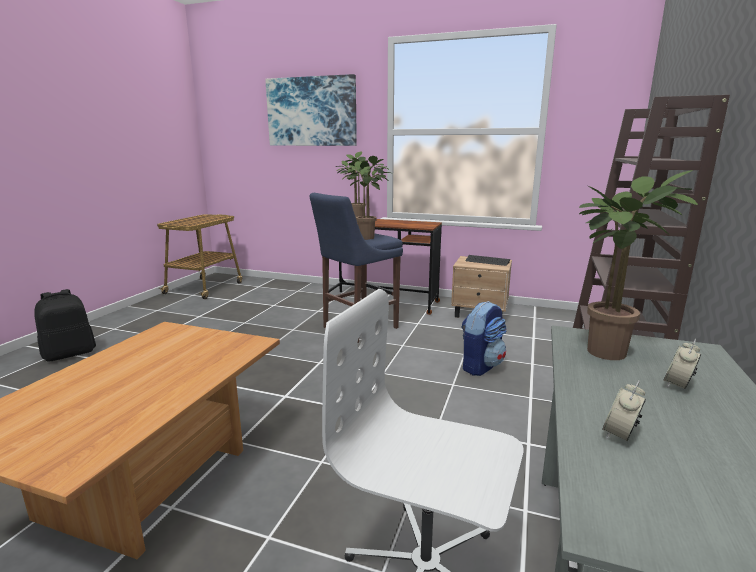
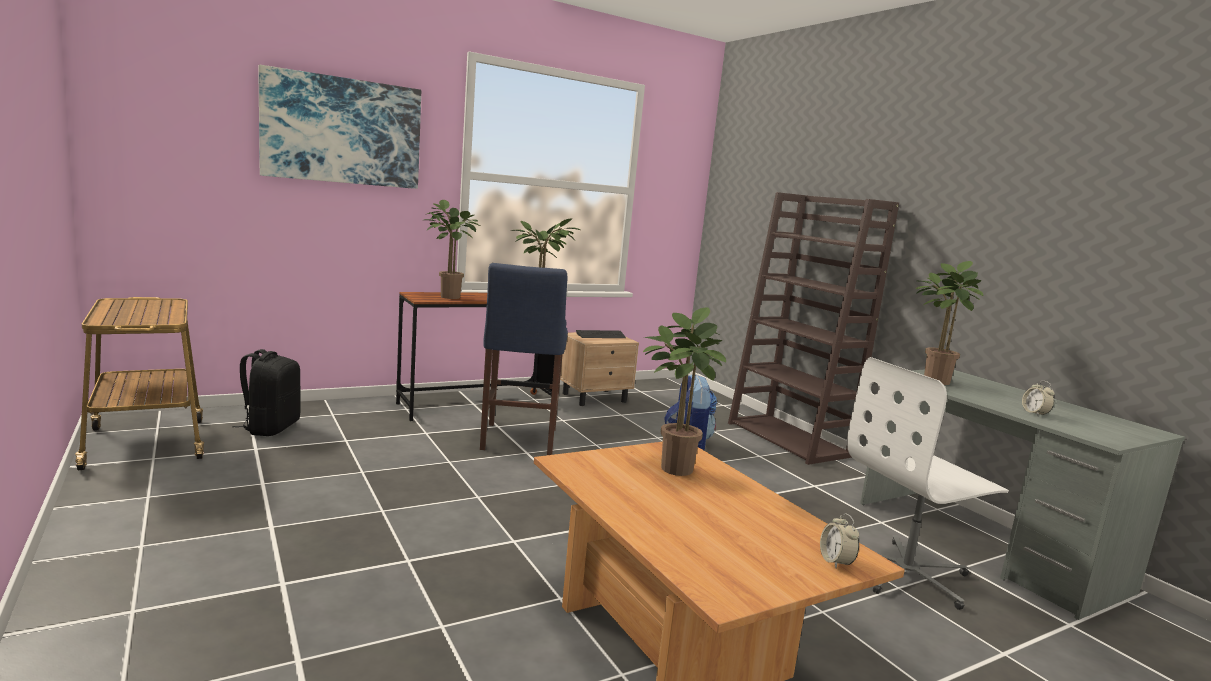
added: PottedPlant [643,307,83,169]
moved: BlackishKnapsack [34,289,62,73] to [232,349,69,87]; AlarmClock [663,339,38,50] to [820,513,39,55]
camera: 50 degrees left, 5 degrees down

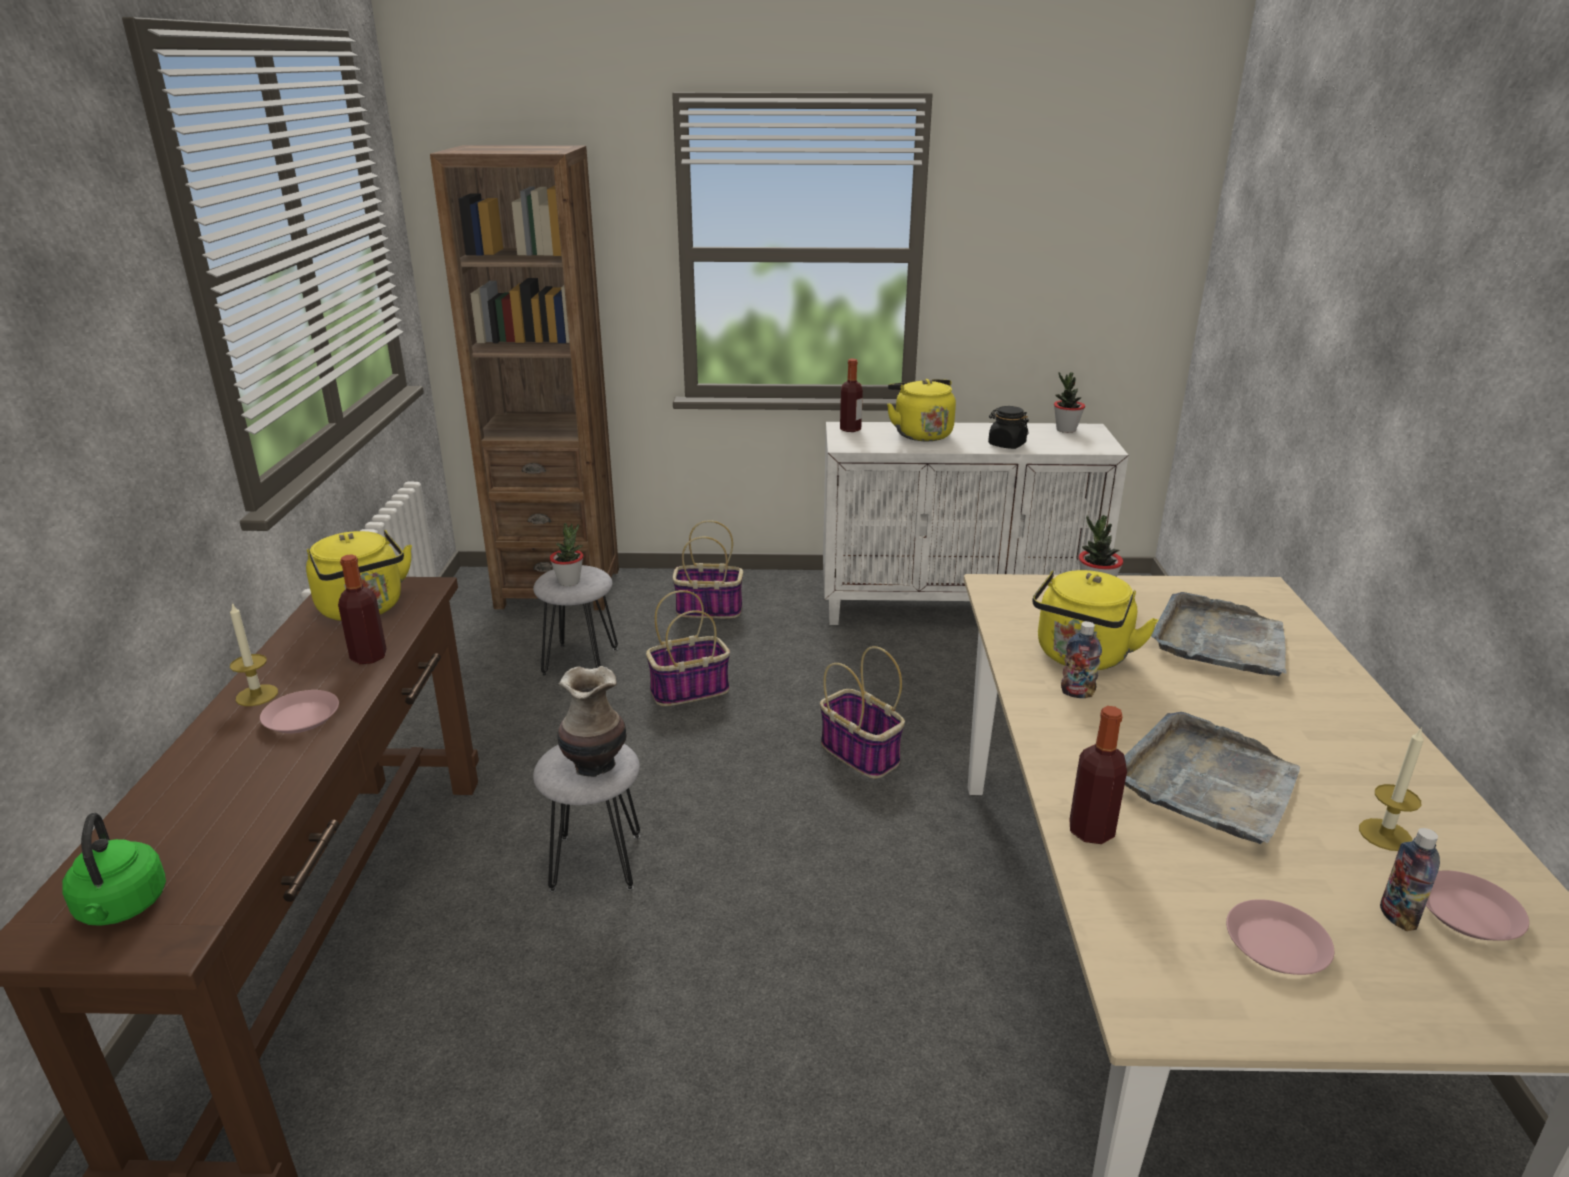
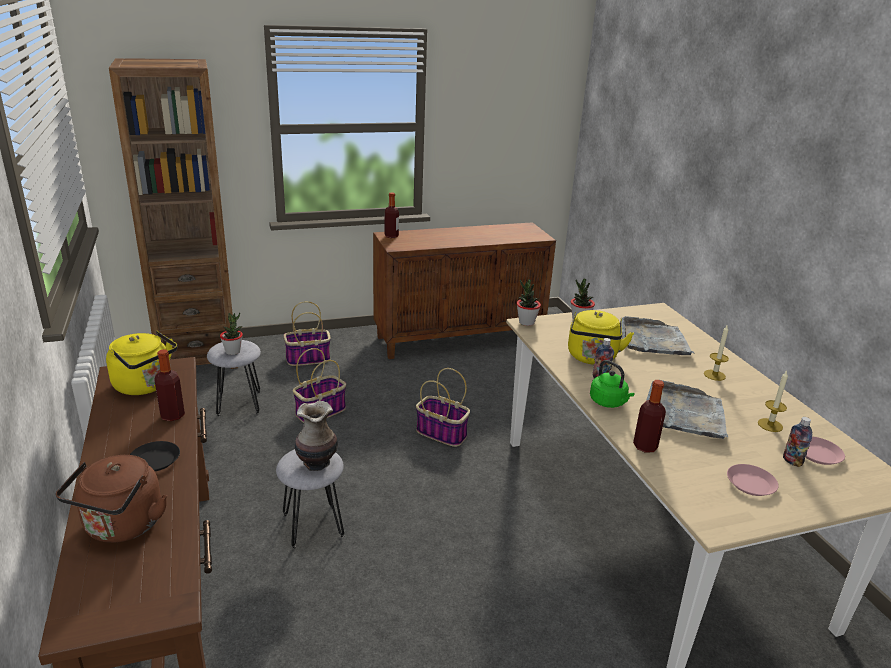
removed: YellowishKettle [887,379,69,62]; BlackishPreserveJar [988,406,41,43]
added: BrownKettle [55,455,112,88]
moved: PottedPlant [1054,372,31,61] to [517,279,24,47]; GreenColouredKettle [62,813,104,113] to [590,360,45,48]; WaxLight [230,602,48,104] to [704,324,25,57]
recoloured: PinkishFlatDish [260,690,79,43] to BlackishFlatDish [130,441,50,30]; WhiteCabinet [823,422,306,203] to BrownCabinet [373,222,183,137]
camera: 20 degrees left, 0 degrees up

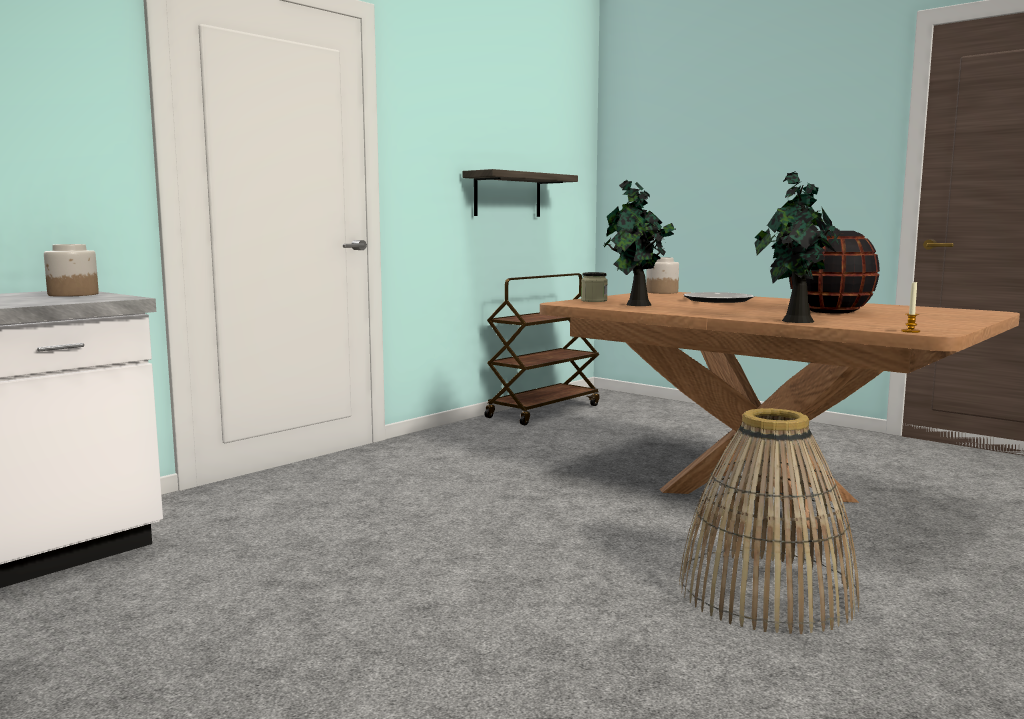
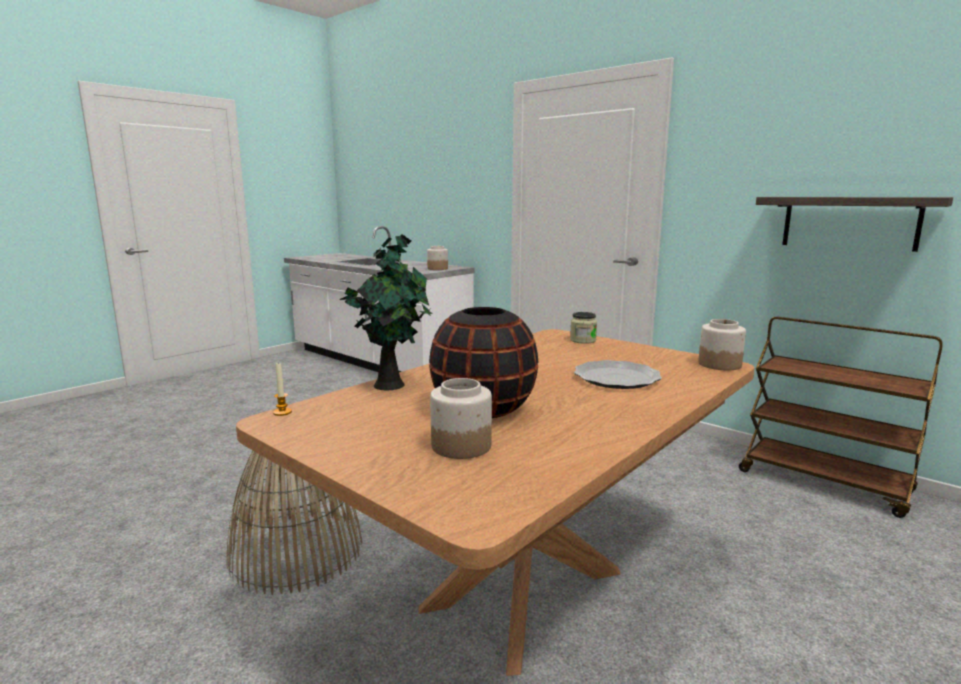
removed: PottedPlant [603,180,73,126]
added: PreserveJar [430,378,62,81]
camera: 90 degrees right, 5 degrees up

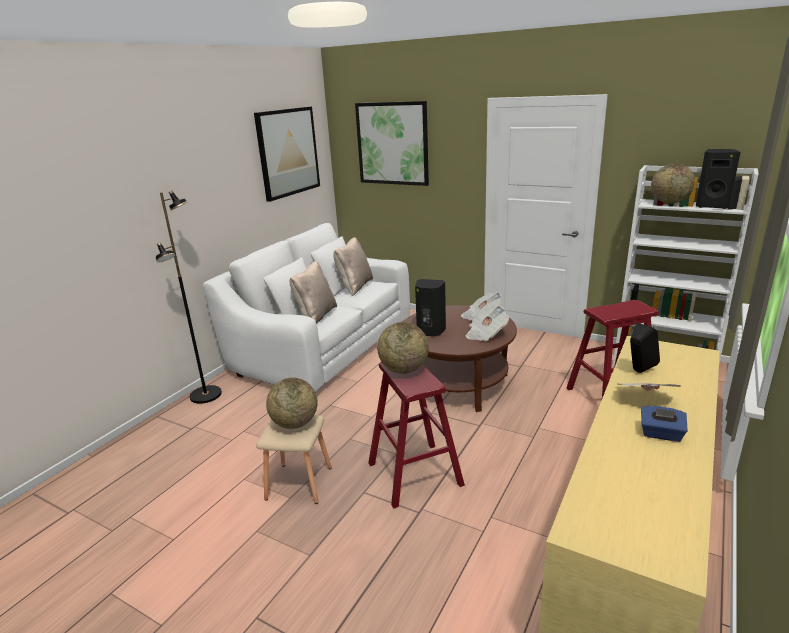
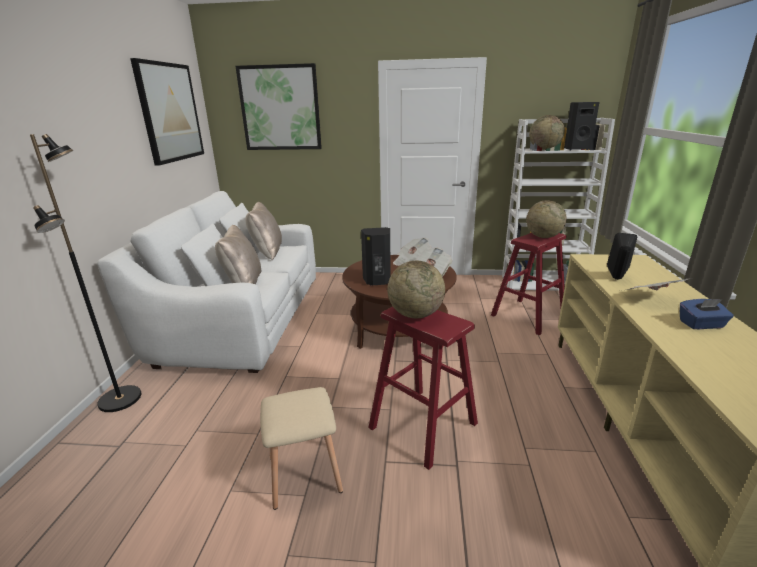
moved: DeskGlobe [266,378,52,51] to [526,200,41,38]
camera: 25 degrees left, 0 degrees up

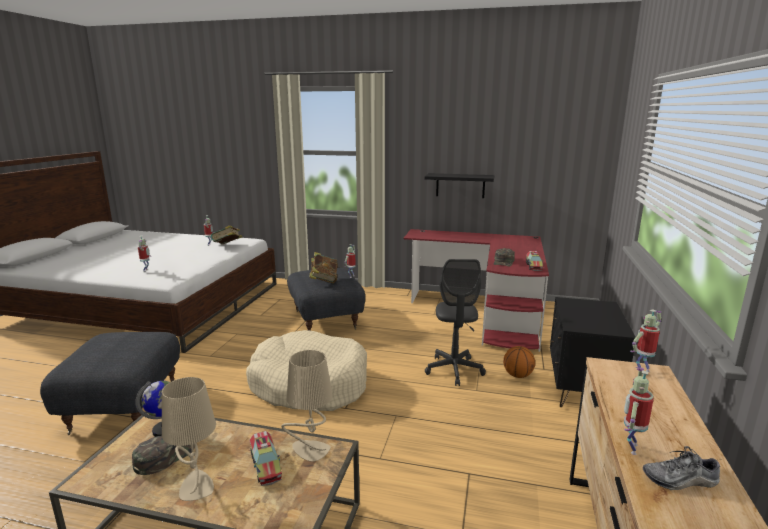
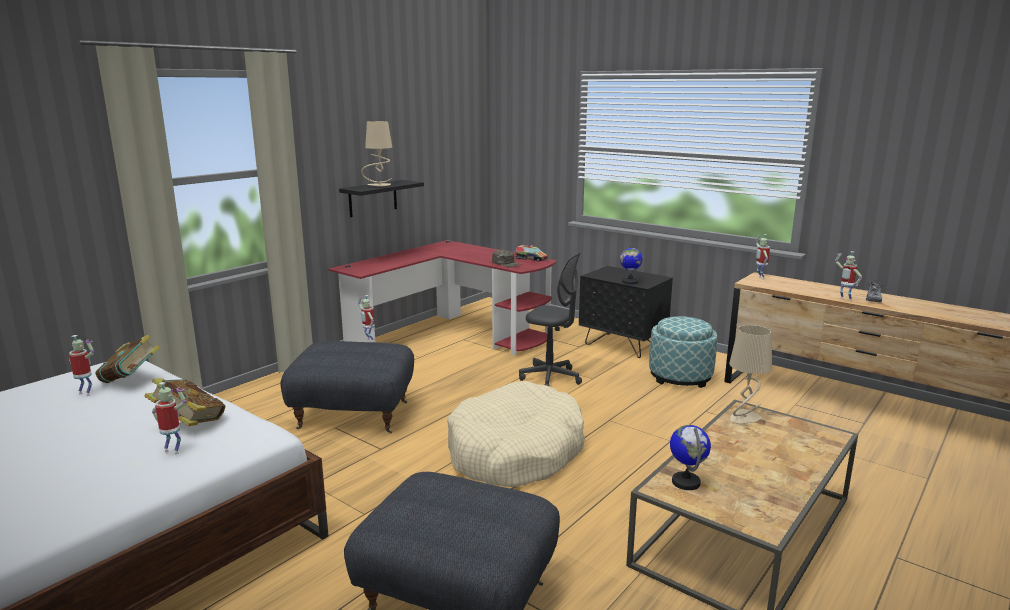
removed: GreenColouredBaseballCap [132,436,63,39]; ToyLorry [250,431,32,55]; BasketballBall [503,346,32,32]
added: DeskGlobe [620,245,22,39]; Footrest [649,316,69,72]
moved: BoundBook [309,252,29,31] to [144,378,82,48]; SandColouredTableLamp [162,377,54,124] to [361,121,31,66]
camera: 65 degrees left, 0 degrees up

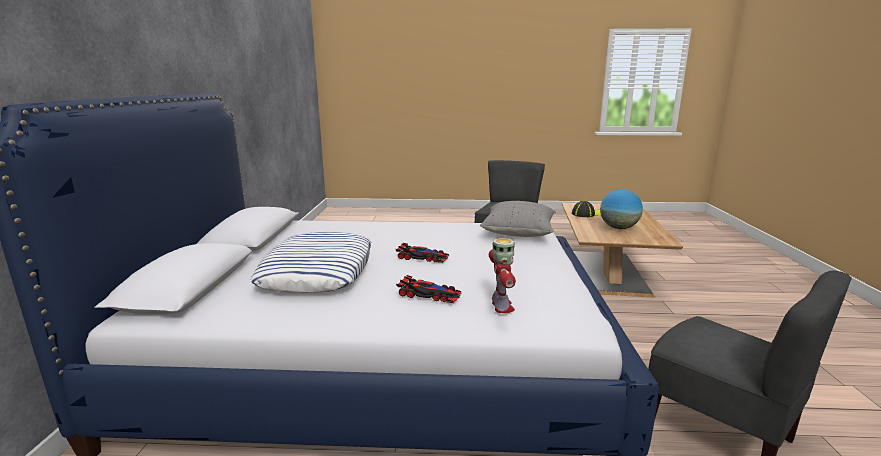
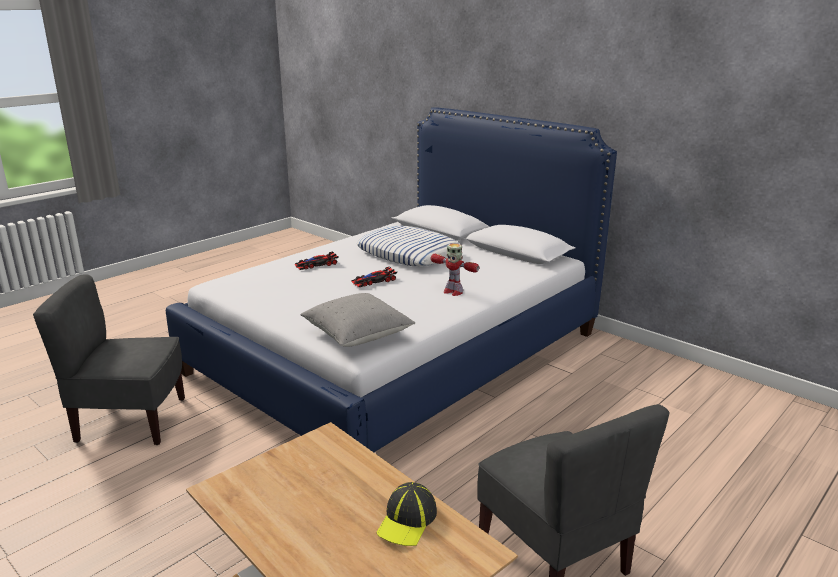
removed: DeskGlobe [600,189,43,40]
moved: ModelRobot [489,238,27,75] to [430,243,49,53]
camera: 130 degrees right, 5 degrees up

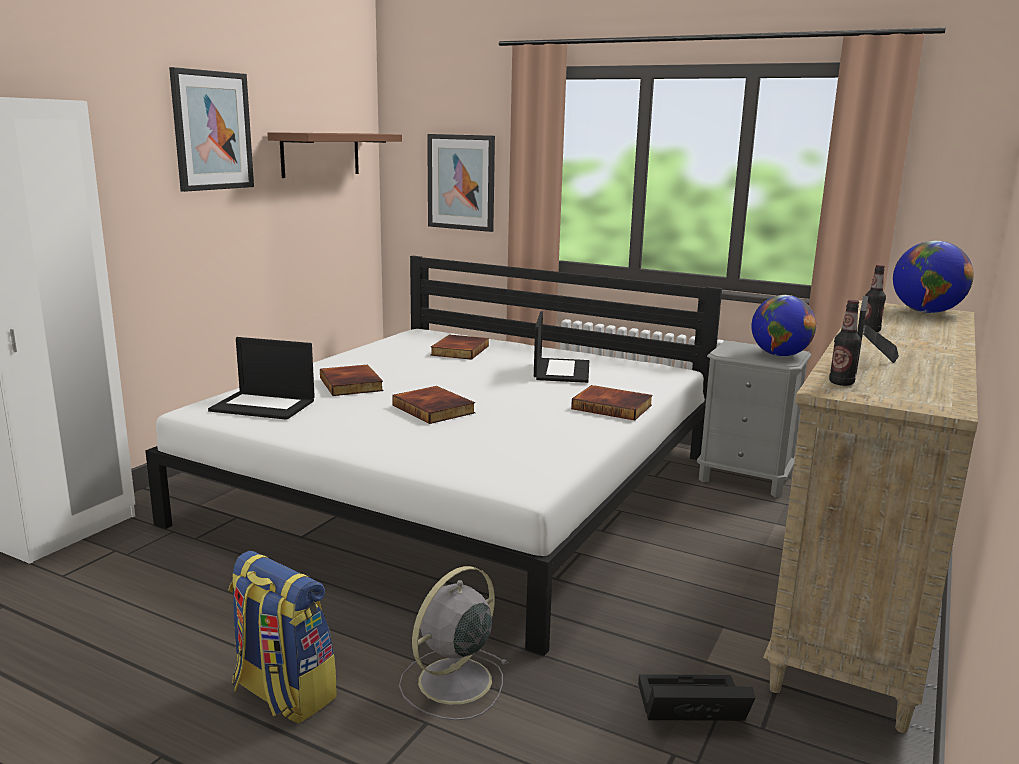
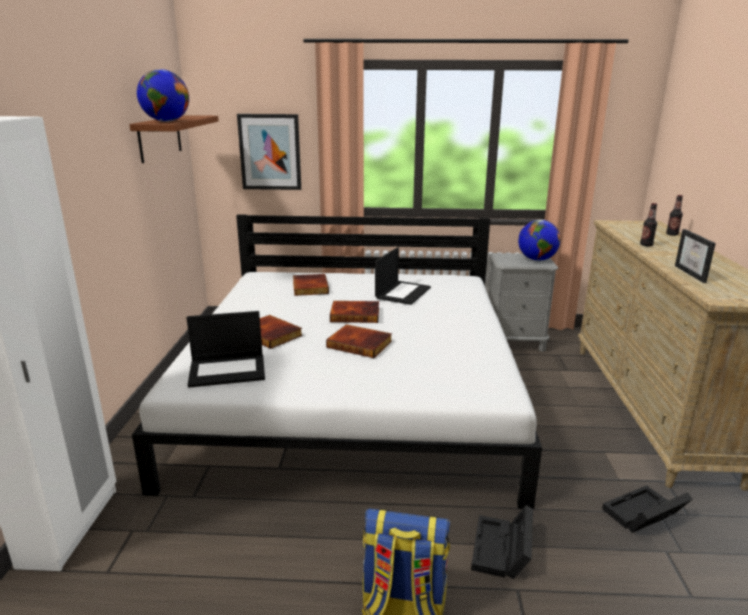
removed: Picture [169,67,85,125]
moved: DeskGlobe [893,241,81,72] to [137,69,52,53]; BoundBook [571,385,82,35] to [330,301,49,22]; DrinkBottle [829,300,32,86] to [666,195,17,41]
replaced: GrayFan [399,566,110,154] to BlackishStorageBin [471,505,62,74]
turned: PortableComputer [534,311,55,72] = [375,247,56,58] 45 degrees clockwise
camera: 25 degrees left, 5 degrees up

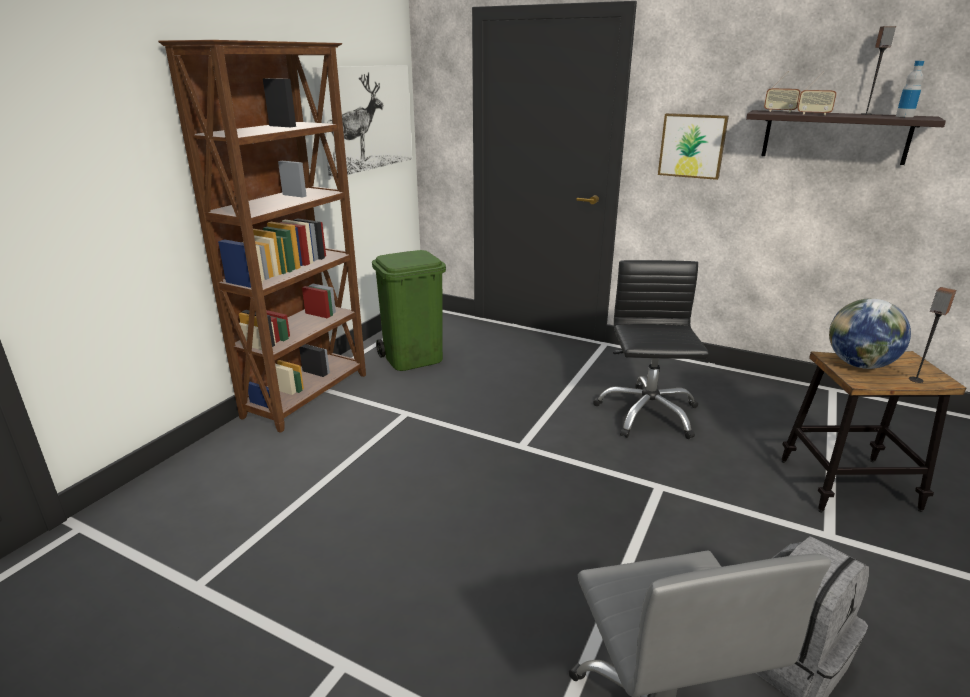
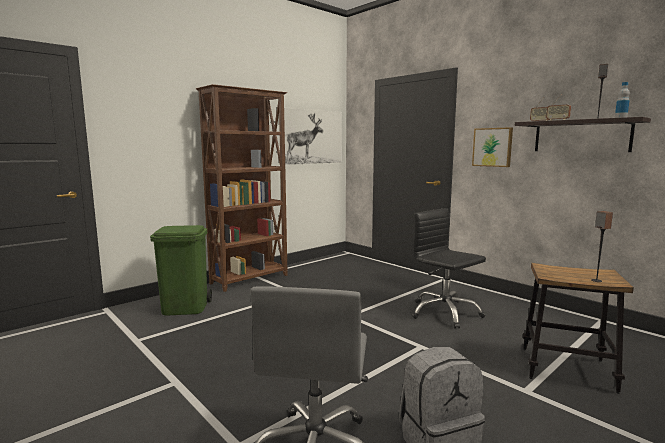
removed: DeskGlobe [829,298,82,71]
moved: GreenColouredRubbishBin [372,250,74,121] to [150,225,62,90]
turned: BlackishOfficeChair [594,260,115,179] = [412,208,74,121] 60 degrees counterclockwise
camera: 20 degrees right, 15 degrees down

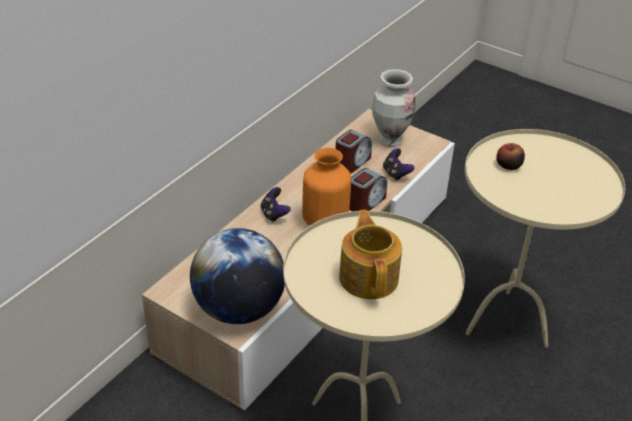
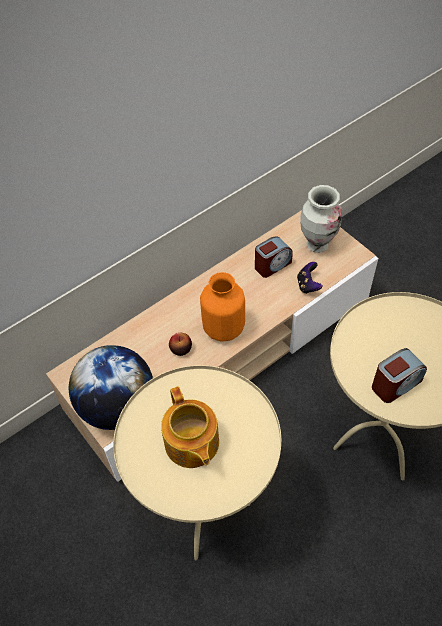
removed: Joypad [261,187,30,36]
moved: Apple [496,143,29,27] to [169,333,23,23]; AlarmClock [349,168,38,43] to [372,348,55,55]
turned: PotForTea [339,210,63,89] = [161,386,58,82] 150 degrees clockwise
camera: 20 degrees right, 15 degrees up

